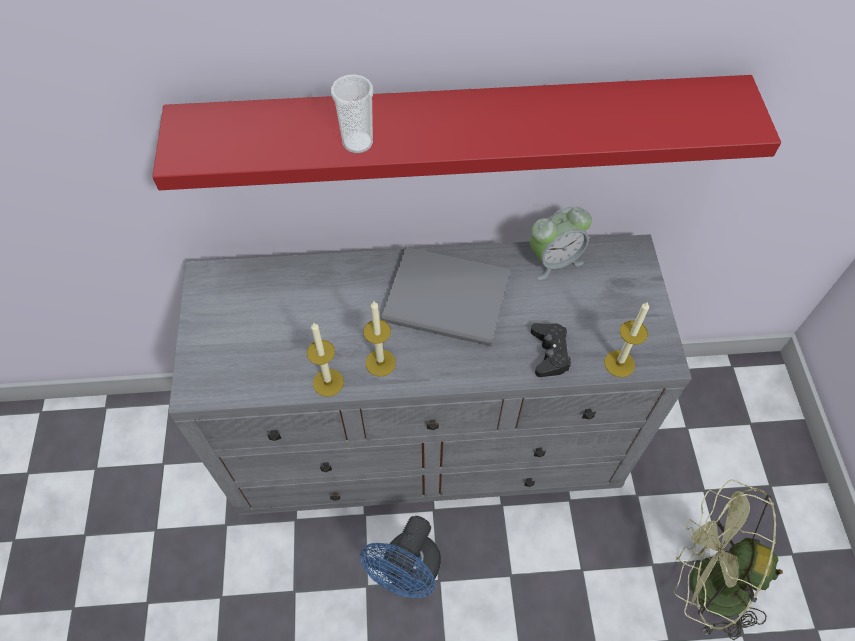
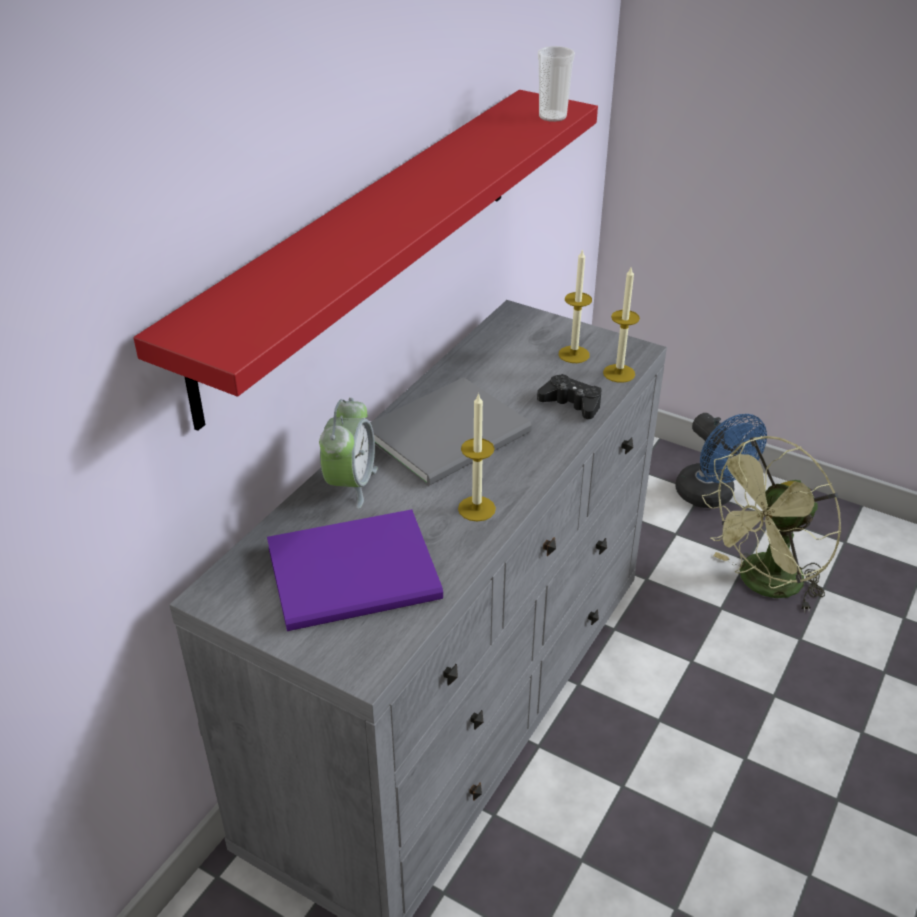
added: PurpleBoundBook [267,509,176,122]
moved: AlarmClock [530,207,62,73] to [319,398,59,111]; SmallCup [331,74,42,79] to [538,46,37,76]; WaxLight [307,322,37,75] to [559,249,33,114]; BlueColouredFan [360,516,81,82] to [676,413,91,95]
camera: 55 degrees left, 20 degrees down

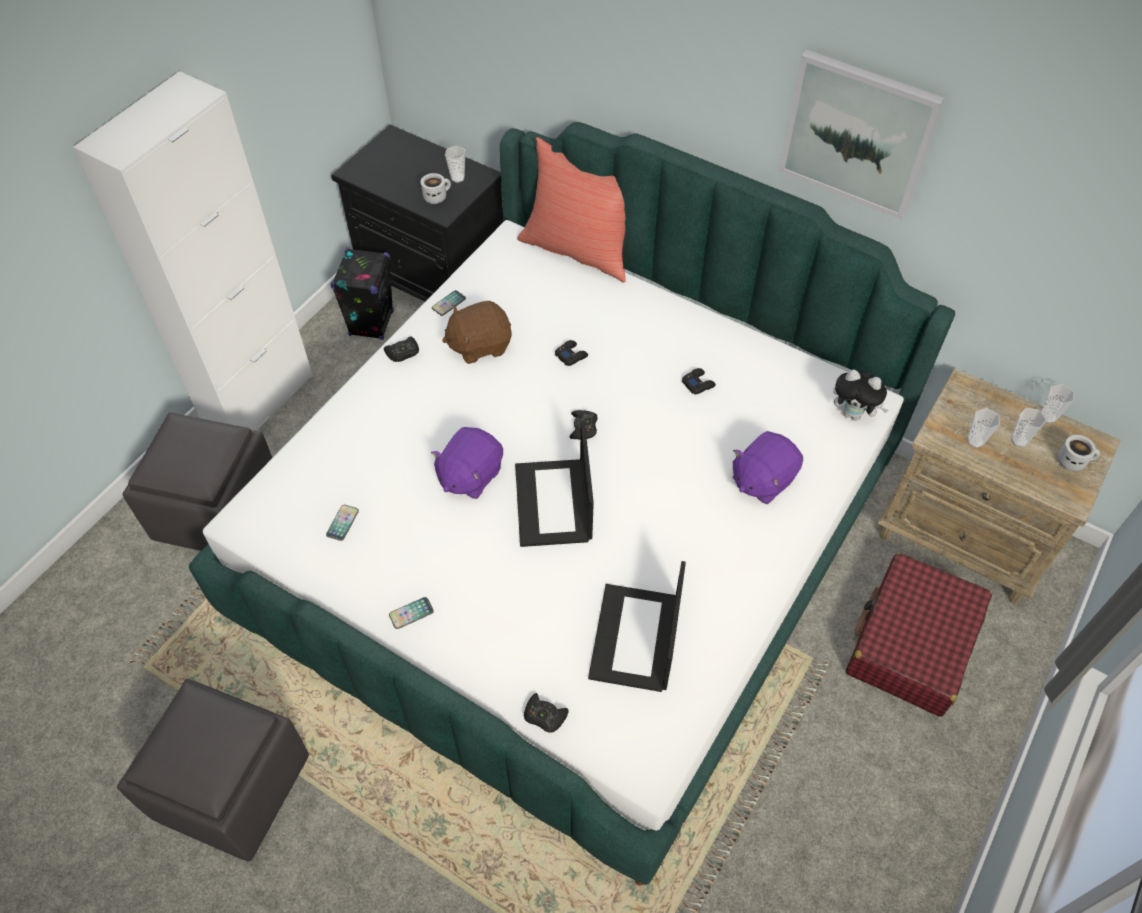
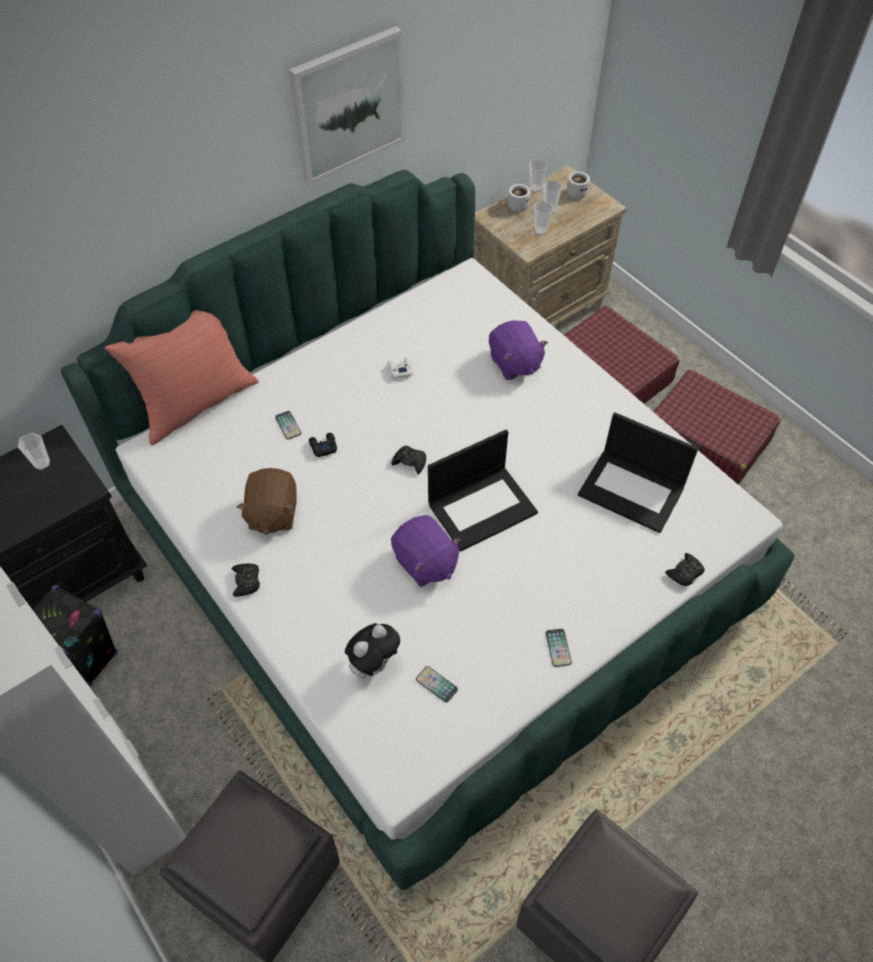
added: ReddishTravelCase [653,369,128,116]
moved: Handset [432,290,34,26] to [275,411,27,29]; CuddlyToy [833,369,56,52] to [345,623,55,56]; WhiteMug [421,173,30,31] to [508,184,23,28]
recoloured: BlackishJoypad [682,368,34,26] to WhiteJoypad [388,358,25,21]
turned: PortableComputer [515,421,79,126] = [428,430,110,122] 45 degrees counterclockwise
camera: 70 degrees left, 0 degrees up

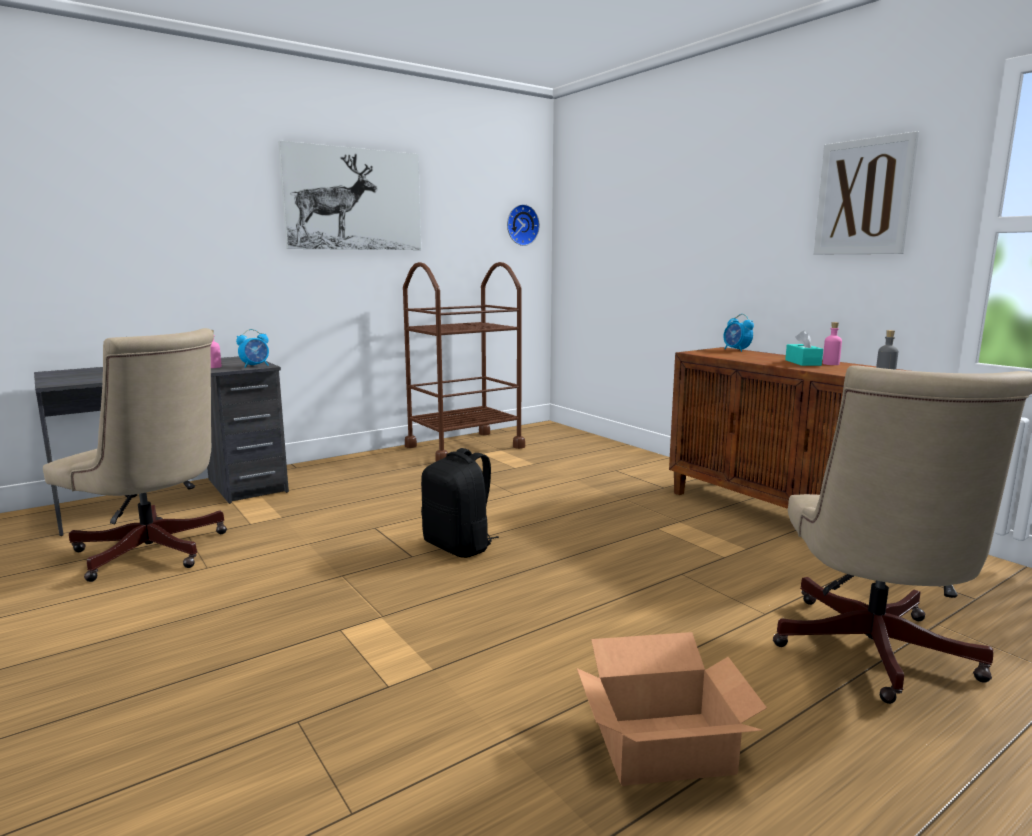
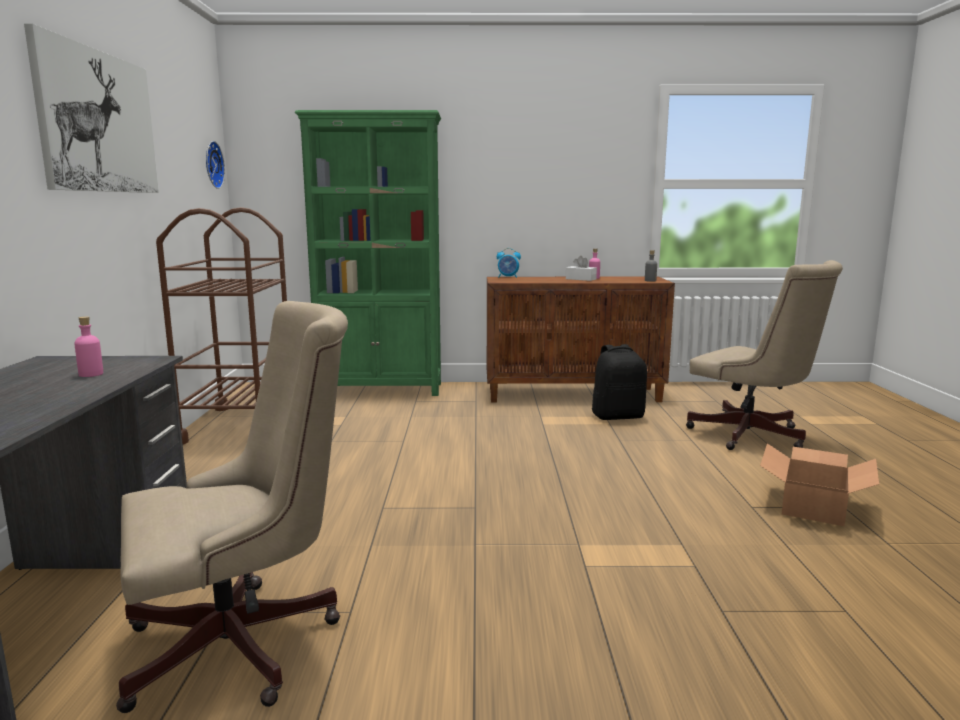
removed: AlarmClock [236,329,33,39]; Picture [814,131,105,124]
added: GreenColouredBookcase [295,110,146,286]
moved: BlackishKnapsack [421,448,78,110] to [592,344,55,76]
recoloured: TurquoiseColouredTissueBox [785,330,38,36] to WhiteTissueBox [566,256,31,25]
camera: 55 degrees left, 0 degrees up

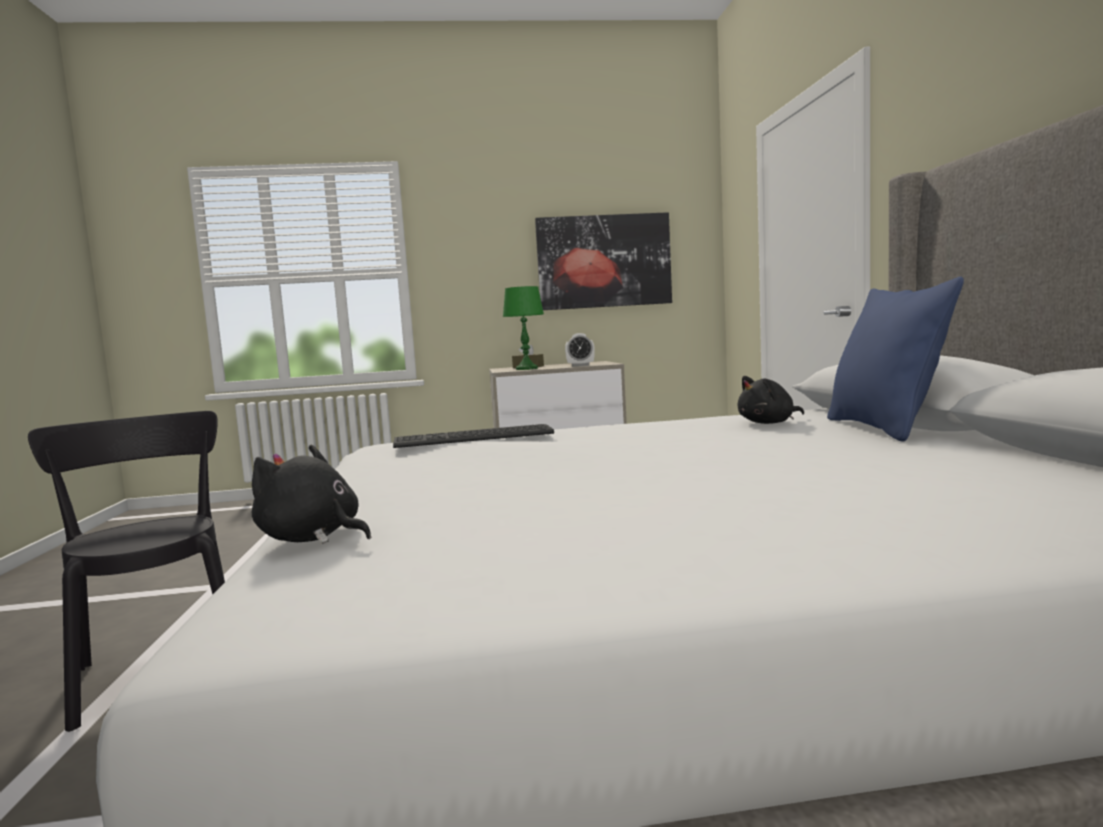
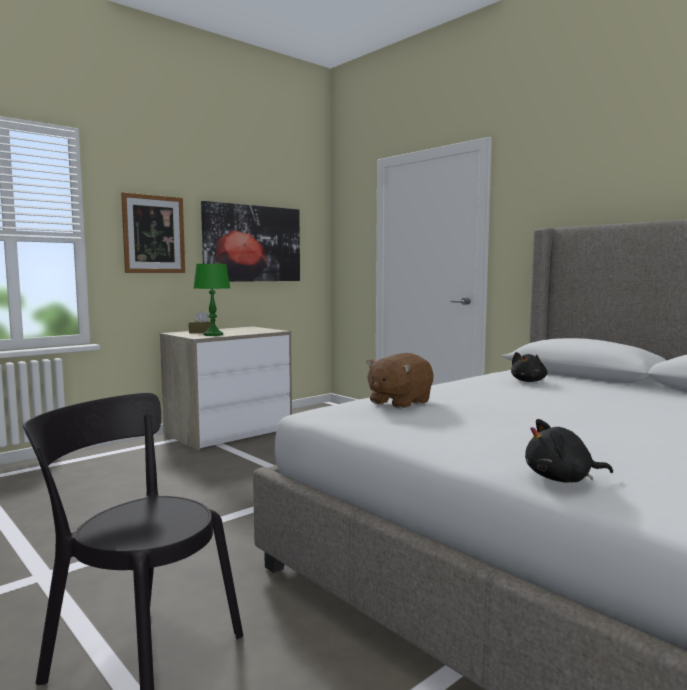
removed: AlarmClock [565,333,30,33]; BlueColouredPillow [827,277,137,165]
added: Picture [121,192,64,81]
replaced: Keyboard [393,424,161,24] to BrownCuddlyToy [366,353,68,56]
camera: 35 degrees left, 0 degrees up

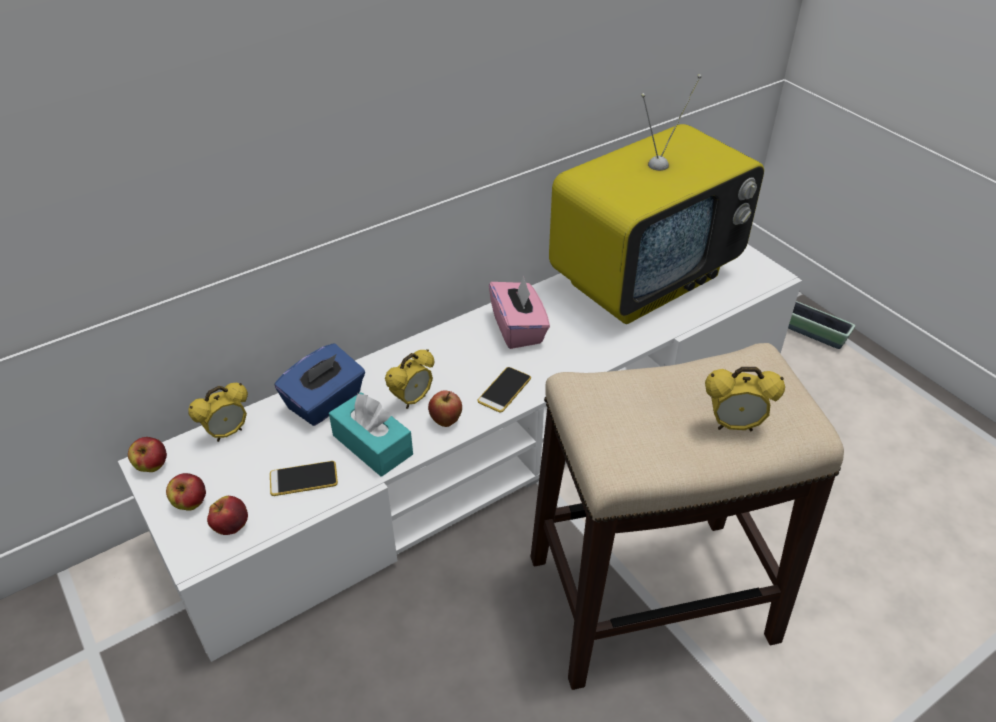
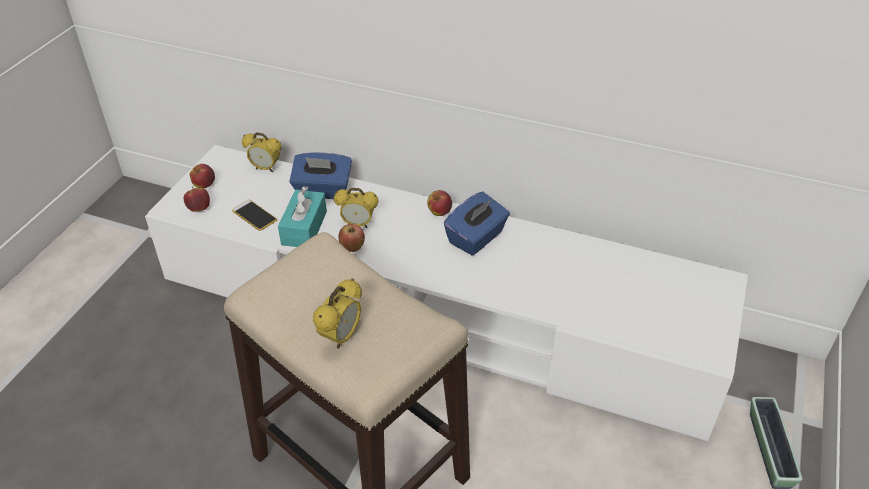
removed: Handset [477,367,54,46]; TvSet [549,74,215,250]
moved: Apple [128,437,39,35] to [427,190,25,26]
recoloured: PinkishTissueBox [489,276,61,73] to BlueColouredTissueBox [444,192,66,63]
turned: AlarmClock [705,367,80,64] = [313,279,49,70] 120 degrees counterclockwise
camera: 55 degrees right, 0 degrees up

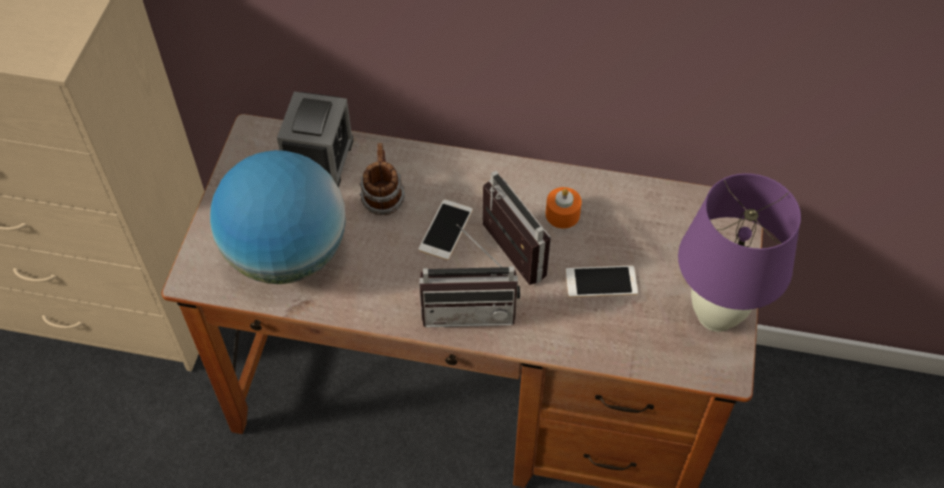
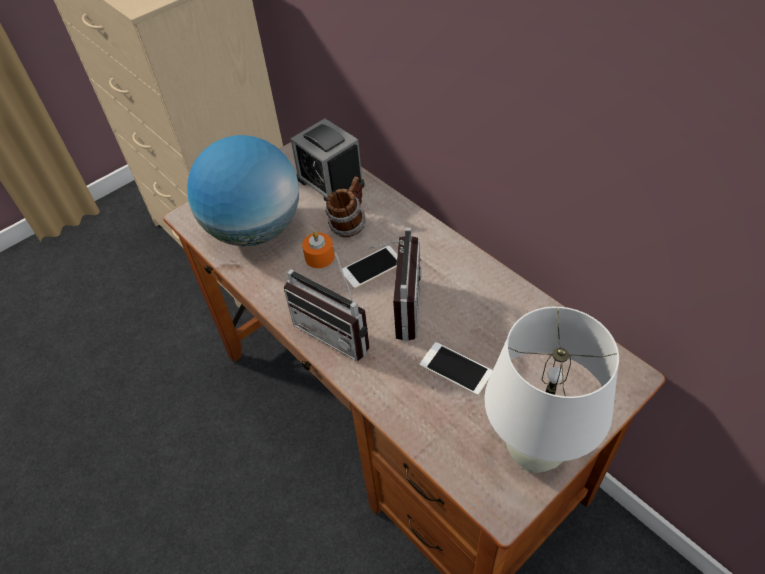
moved: OrangeWaxLight [546,187,36,41] to [302,232,33,36]
recoloured: PurpleTableLamp [678,173,123,159] to WhiteTableLamp [484,307,135,166]
turned: AlarmClock [277,91,77,97] = [291,118,74,84] 90 degrees clockwise
camera: 40 degrees right, 5 degrees down

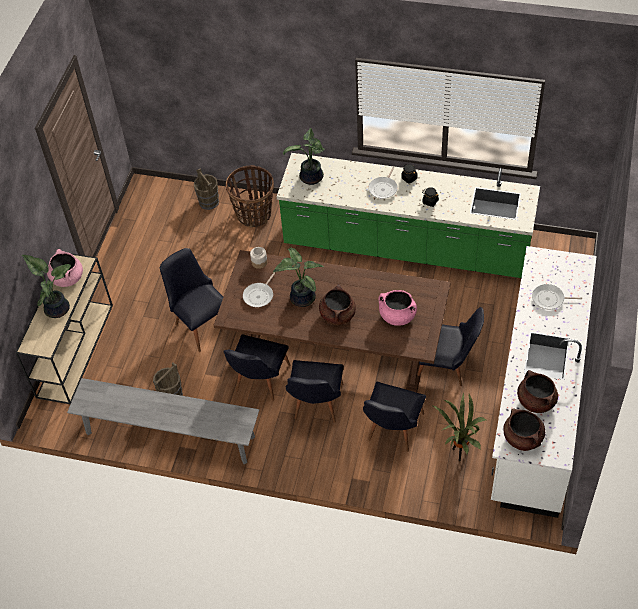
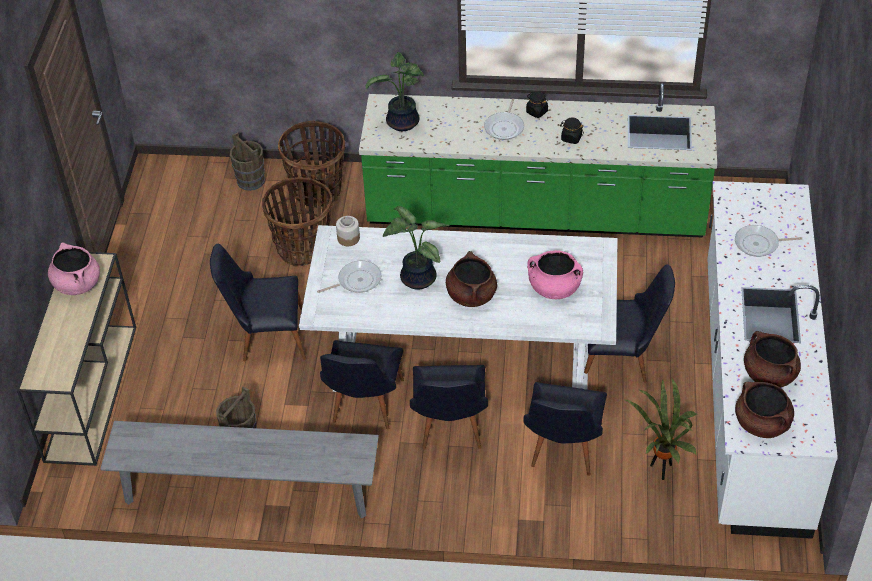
removed: PottedPlant [22,255,49,63]
added: StorageBasket [262,177,70,89]
recoloured: BrownDiningTable [214,250,237,143] to WhiteDiningTable [299,225,319,167]
turned: BlackishPlainChair [160,248,63,104] = [210,244,96,117] 45 degrees counterclockwise; FryingPan [243,273,32,34] = [317,261,65,32] 135 degrees counterclockwise
camera: 10 degrees left, 5 degrees down

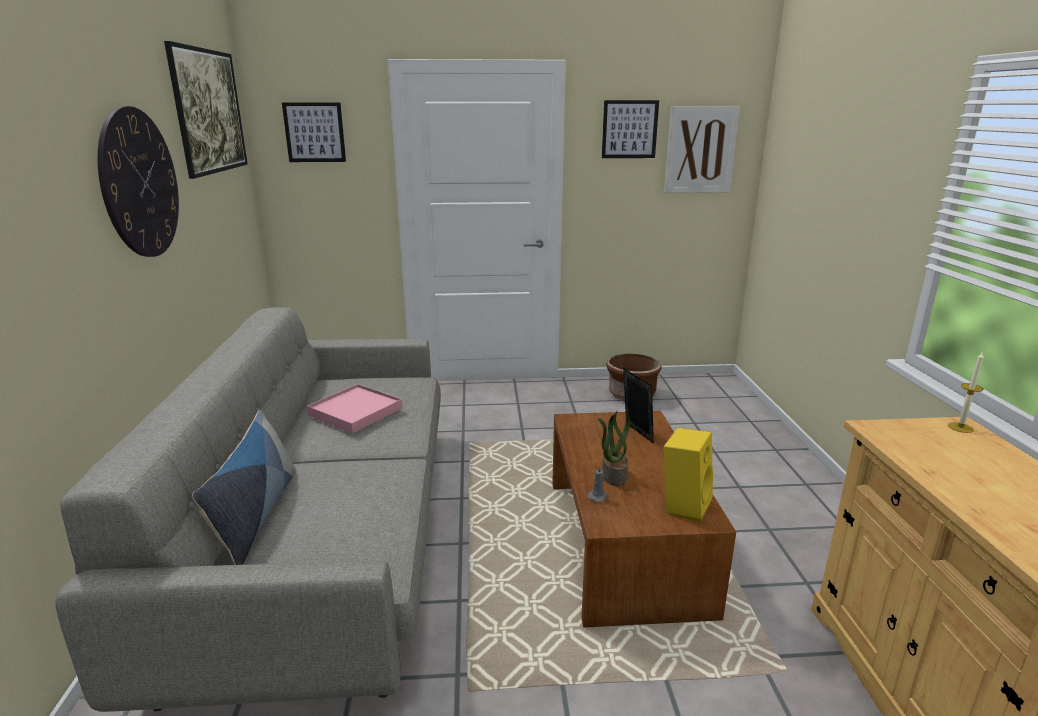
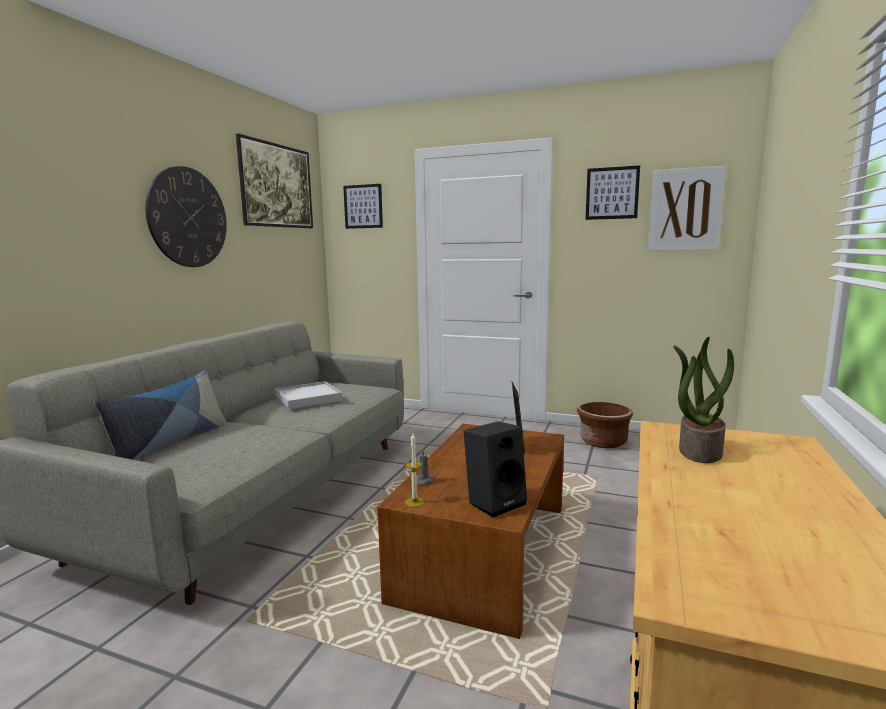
moved: WaxLight [948,351,36,82] to [405,433,19,74]; PottedPlant [598,411,32,75] to [673,337,61,126]
recoloured: PinkishCarryingTray [307,384,96,49] to WhiteCarryingTray [275,381,67,28]; YellowishAudioSpeaker [663,428,50,95] to BlackishAudioSpeaker [464,421,63,96]
camera: 25 degrees right, 10 degrees down

